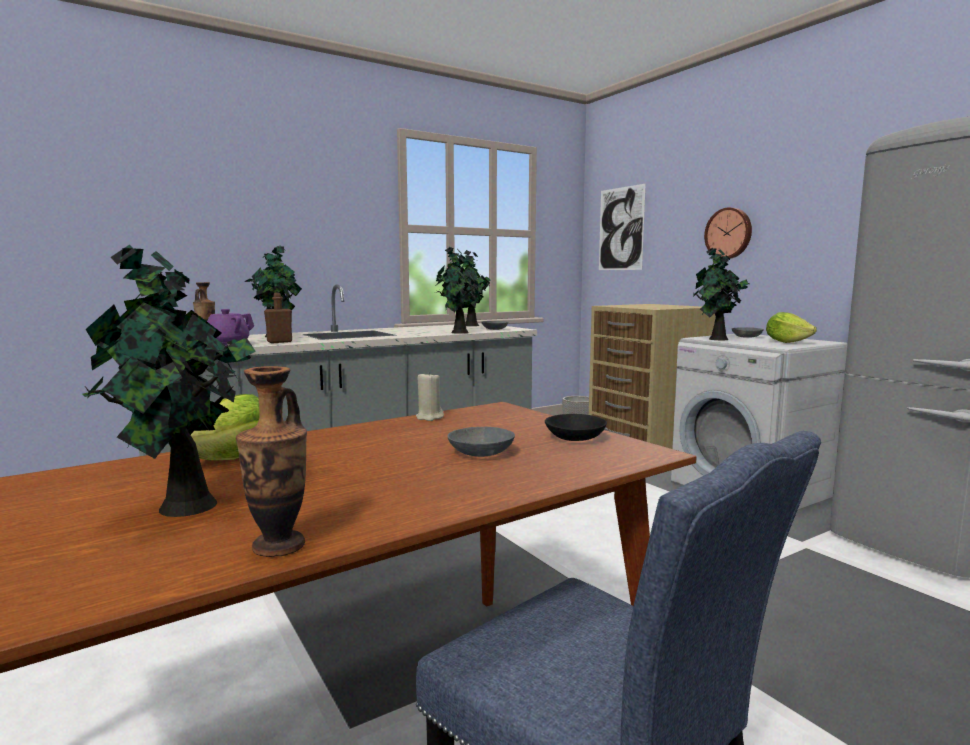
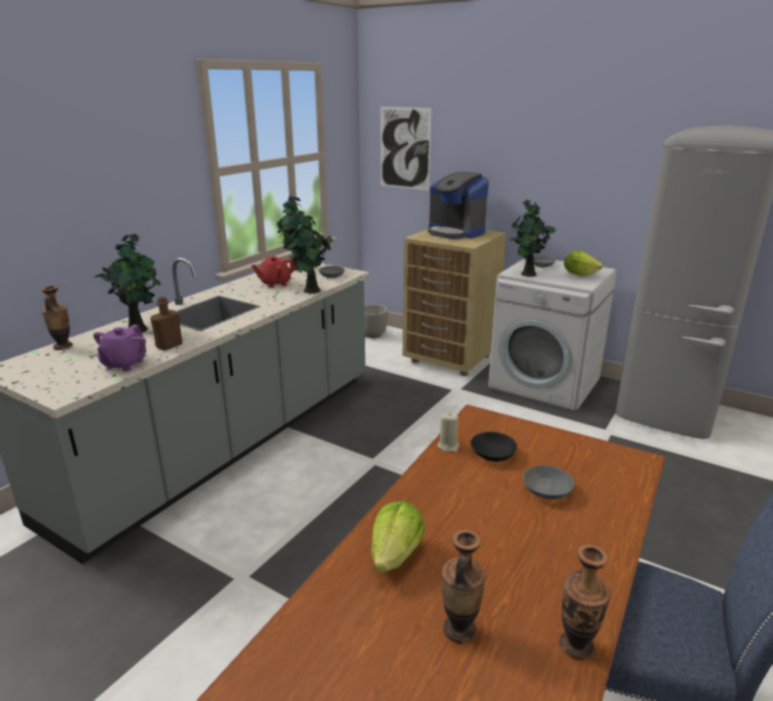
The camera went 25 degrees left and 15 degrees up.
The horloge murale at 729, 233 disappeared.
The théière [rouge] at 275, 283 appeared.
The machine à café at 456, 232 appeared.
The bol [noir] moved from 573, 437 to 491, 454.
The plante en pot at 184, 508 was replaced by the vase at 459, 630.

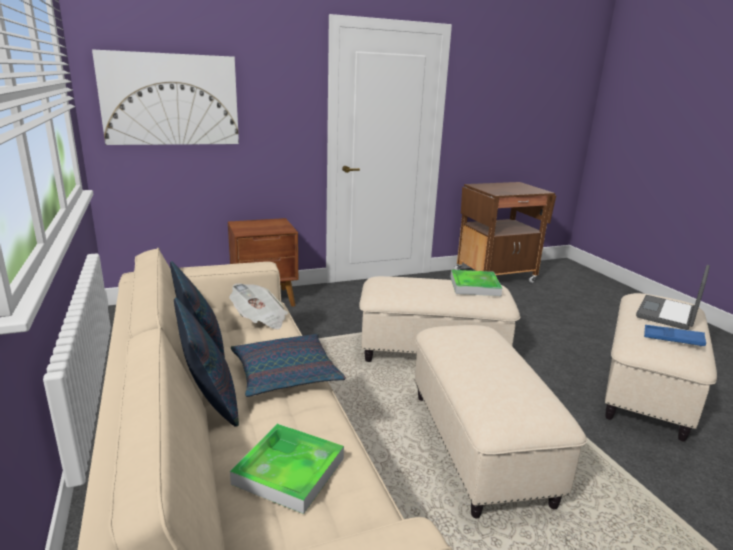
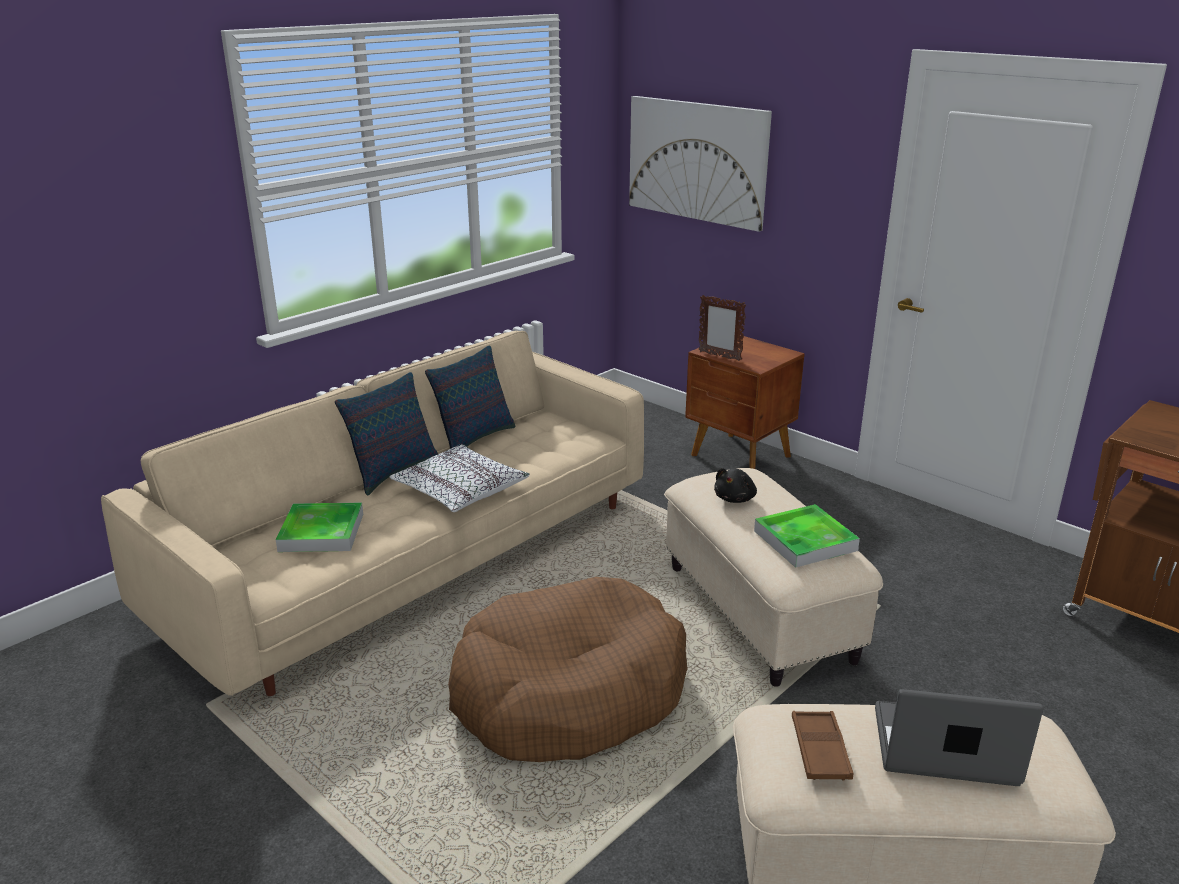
The camera went 65 degrees right and 5 degrees up.
The journal at 260, 319 disappeared.
The cadre photo at 719, 356 appeared.
The peluche [noir] at 735, 498 appeared.
The pouf [beige] at 476, 446 was replaced by the panier pour chien [marron] at 568, 693.
The coussin [bleu] at 286, 375 became the coussin [blanc] at 460, 490.
The plateau [bleu] at 672, 339 became the plateau [marron] at 820, 750.

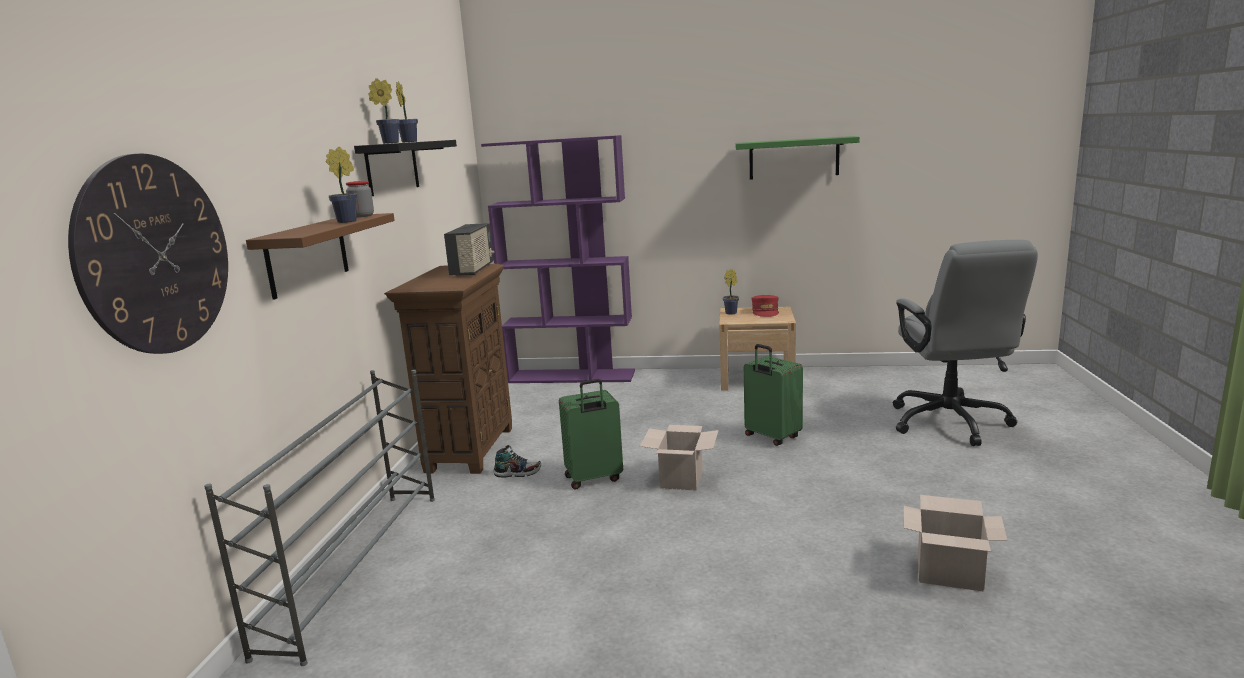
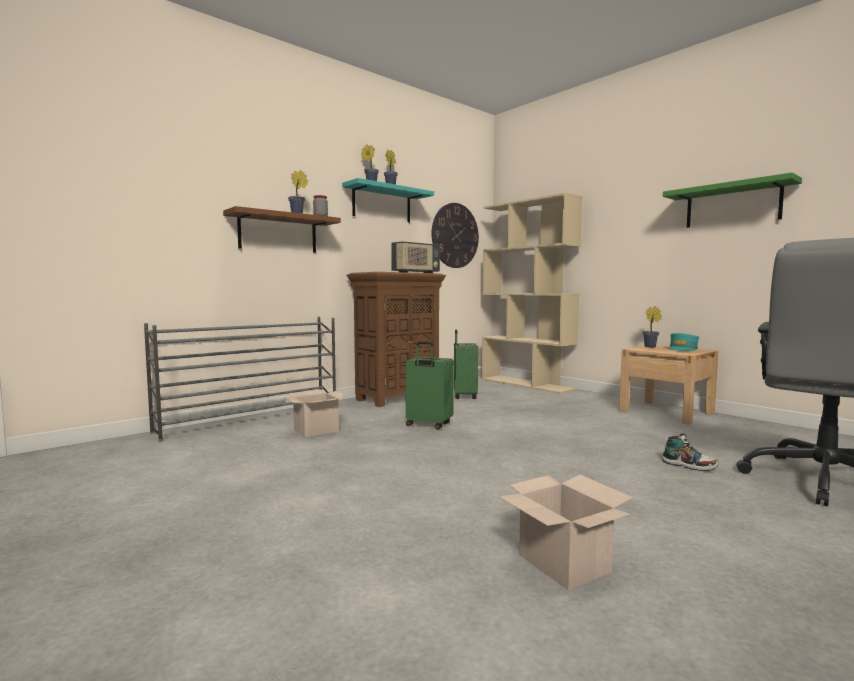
The camera went 40 degrees right and 10 degrees down.
The horloge murale moved from 155, 255 to 455, 235.
The chaussure moved from 518, 473 to 689, 466.
The carton moved from 681, 478 to 317, 430.
The valise [vert] moved from 771, 437 to 464, 396.
The étagère [noir] at 392, 167 became the étagère [turquoise] at 382, 204.
The bibliothèque [violet] at 572, 376 became the bibliothèque [beige] at 527, 384.
The casquette [rouge] at 765, 312 became the casquette [turquoise] at 682, 349.

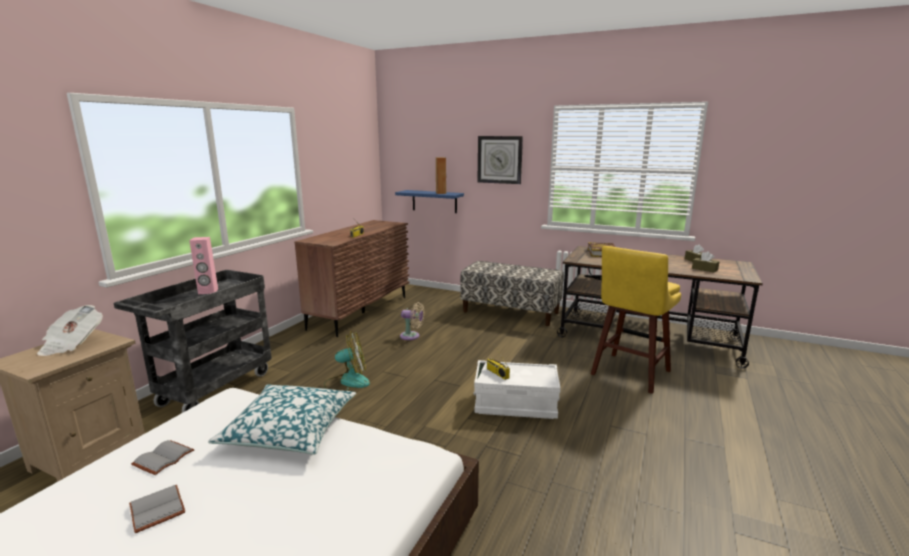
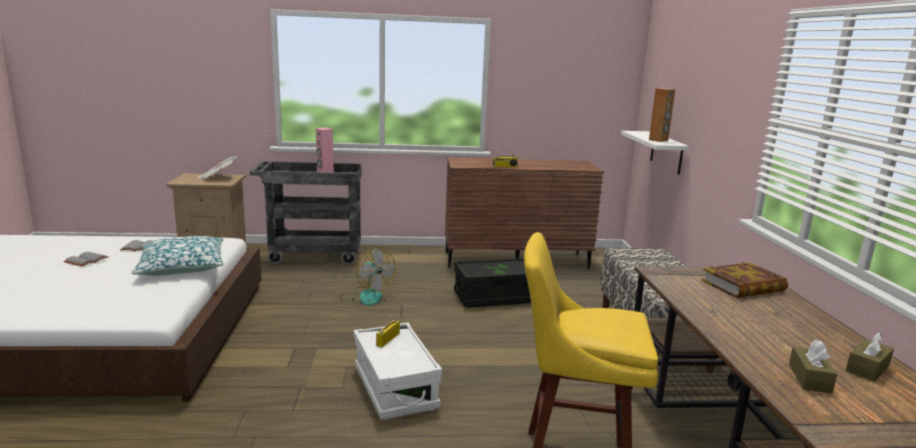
The camera went 60 degrees right and 0 degrees up.
The horloge murale at 499, 159 disappeared.
The ventilateur [beige] at 412, 336 was replaced by the boîte de rangement [noir] at 494, 297.
The étagère [bleu] at 434, 201 became the étagère [blanc] at 666, 152.

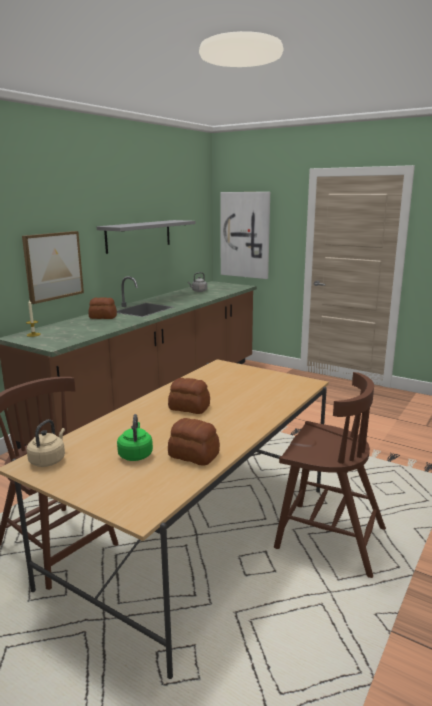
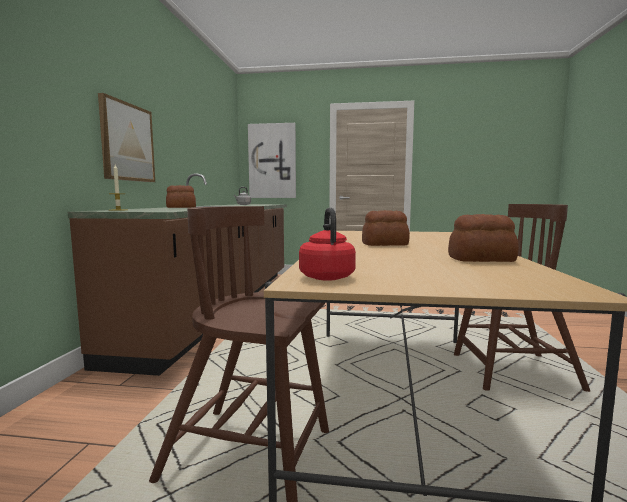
The camera went 25 degrees left and 10 degrees down.
The étagère [gris] at 139, 235 disappeared.
The bouilloire [vert] at 135, 454 disappeared.
The bouilloire [beige] at 48, 460 became the bouilloire [rouge] at 326, 277.

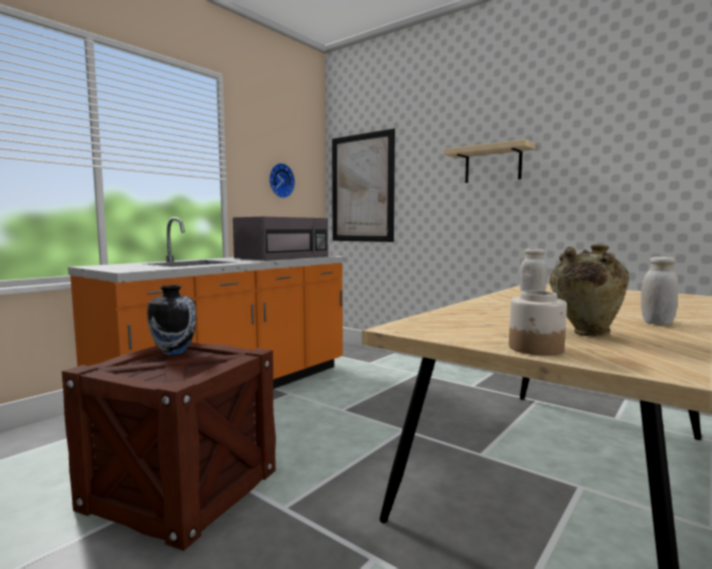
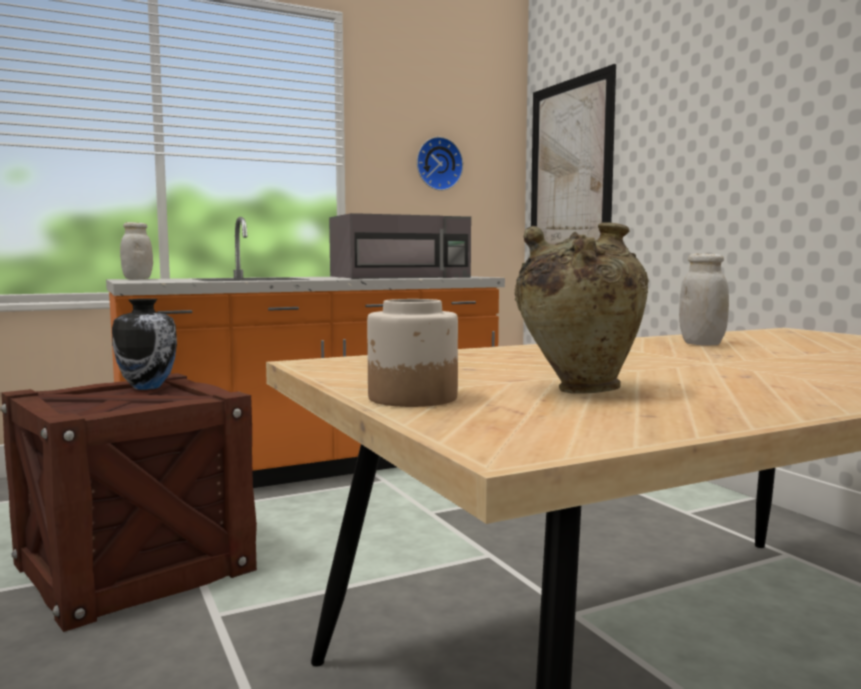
The camera went 25 degrees right and 0 degrees up.
The étagère [beige] at 493, 164 disappeared.
The bocal [blanc] moved from 656, 323 to 137, 279.

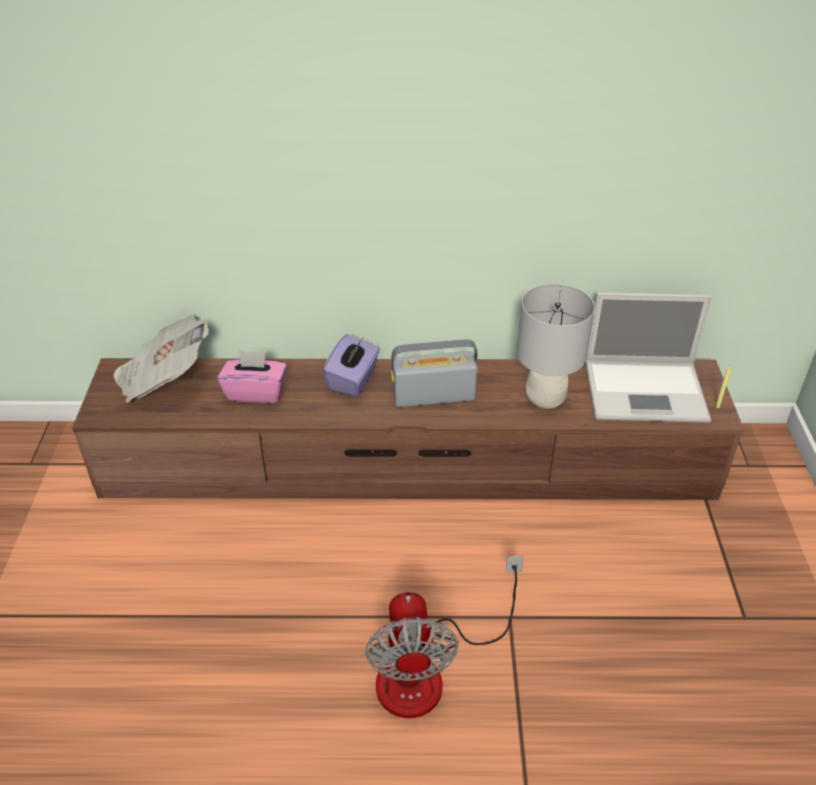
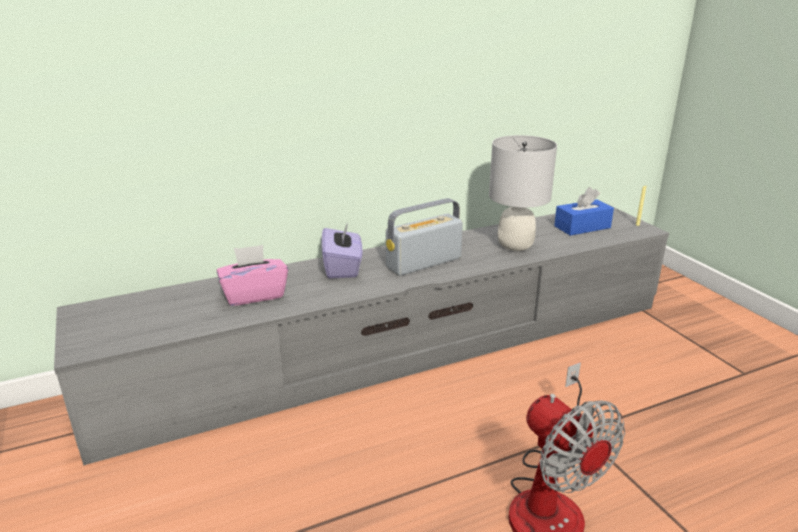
The camera went 25 degrees left and 15 degrees down.
The journal at 163, 379 disappeared.
The ordinateur portable at 647, 391 was replaced by the boîte à mouchoirs [bleu] at 582, 227.
The meuble télé [marron] at 408, 463 became the meuble télé [gris] at 398, 347.

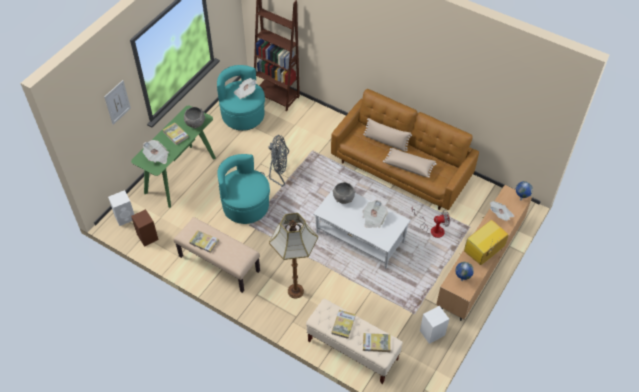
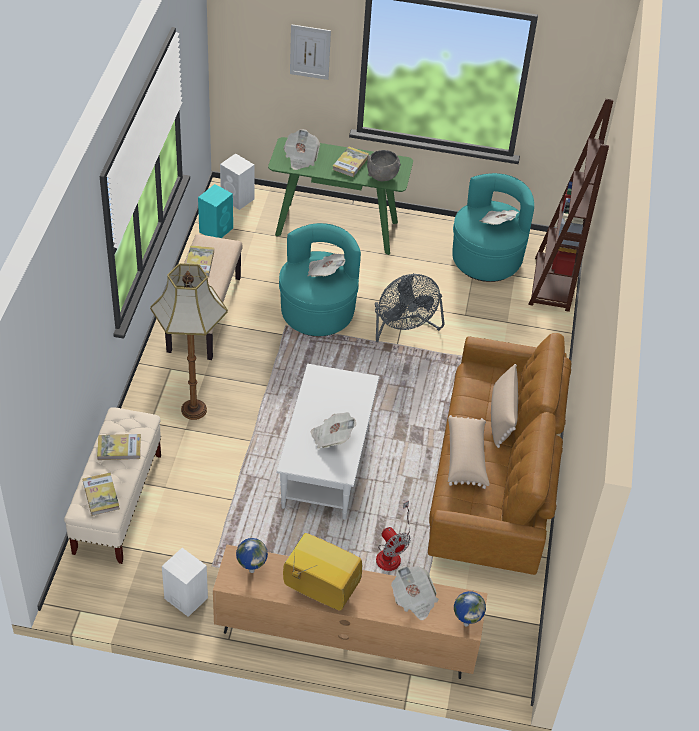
The camera went 65 degrees right and 5 degrees down.
The bol [gris] at 343, 198 disappeared.
The journal at 324, 272 appeared.
The enceinte [marron] at 147, 236 became the enceinte [turquoise] at 216, 229.

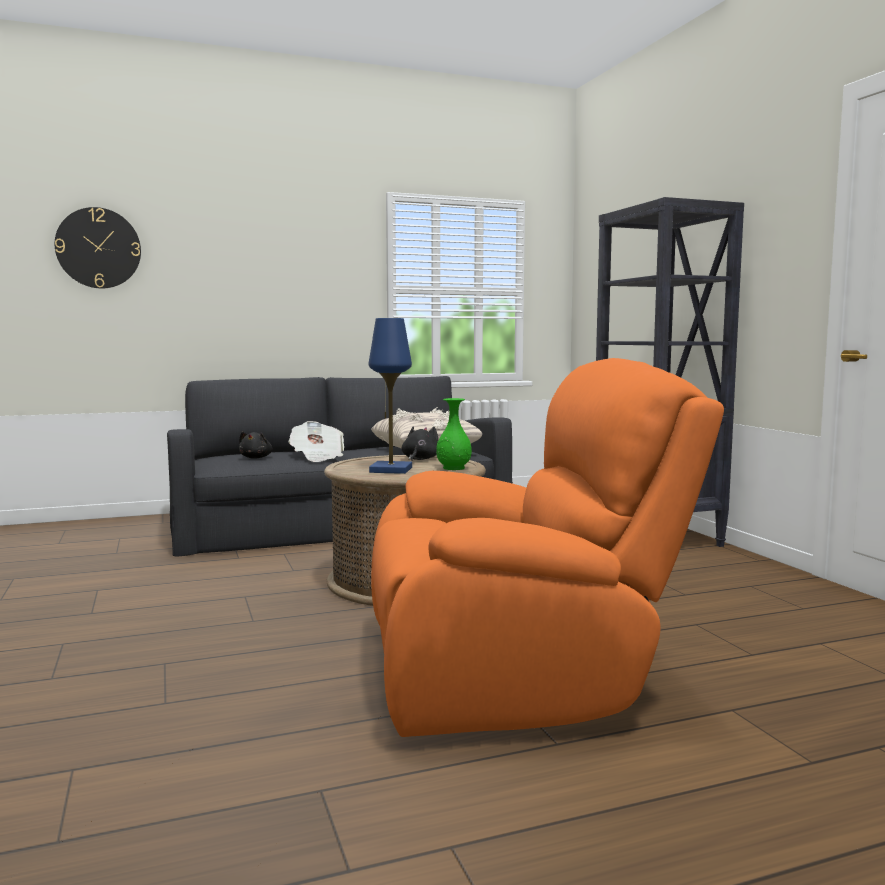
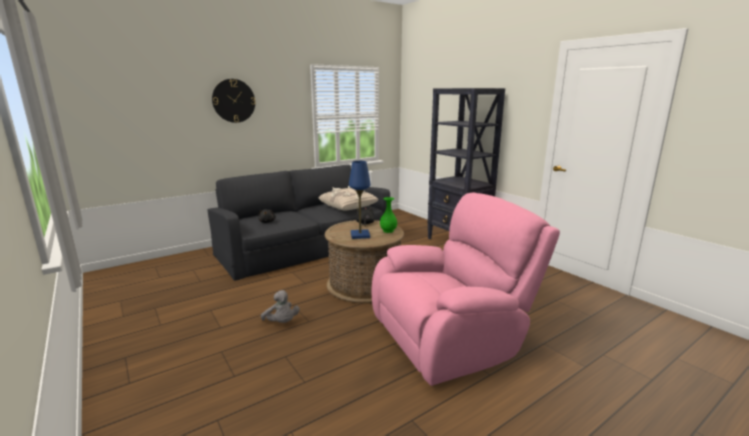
The camera went 15 degrees left and 10 degrees up.
The journal at 317, 457 disappeared.
The peluche [gris] at 281, 322 appeared.
The horloge murale moved from 98, 248 to 233, 101.
The fauteuil [orange] at 514, 675 became the fauteuil [rose] at 449, 338.

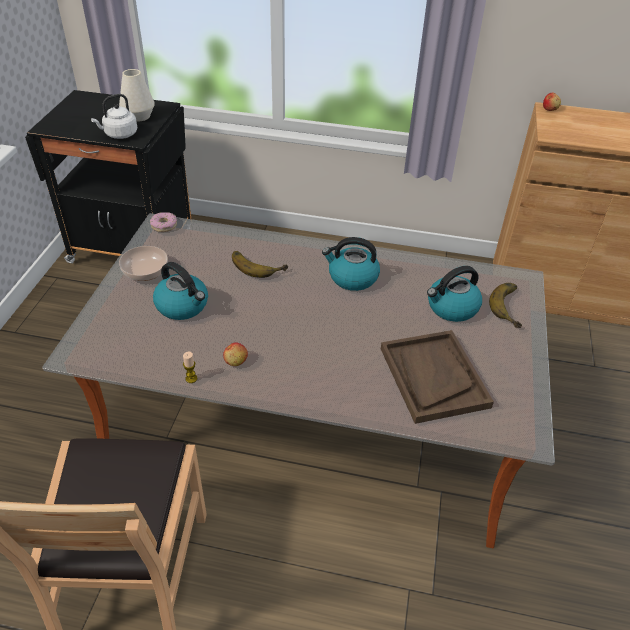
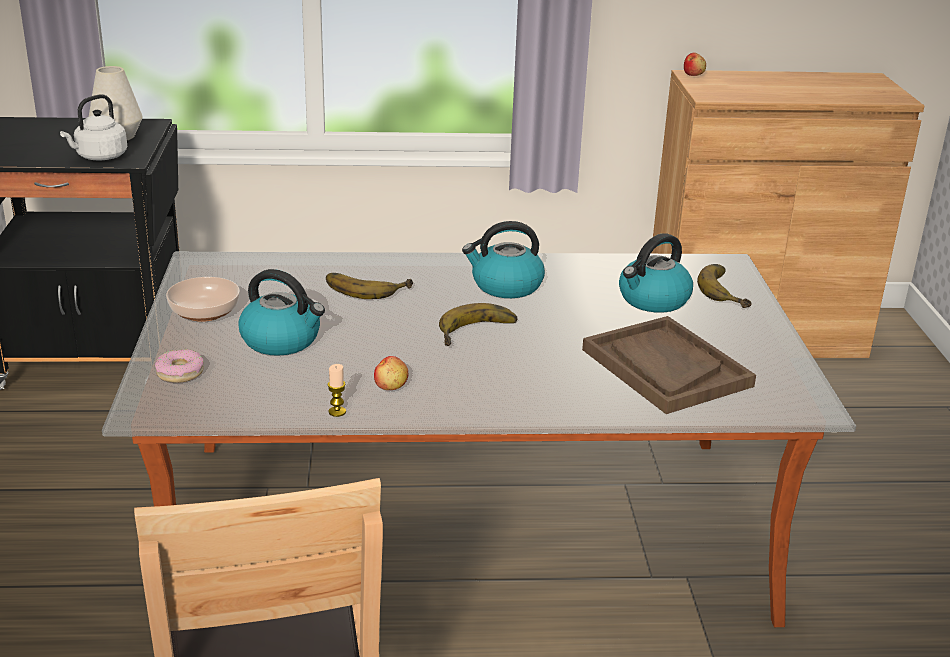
The camera went 15 degrees left and 15 degrees down.
The banane at 479, 333 appeared.
The beignet moved from 164, 225 to 180, 373.

